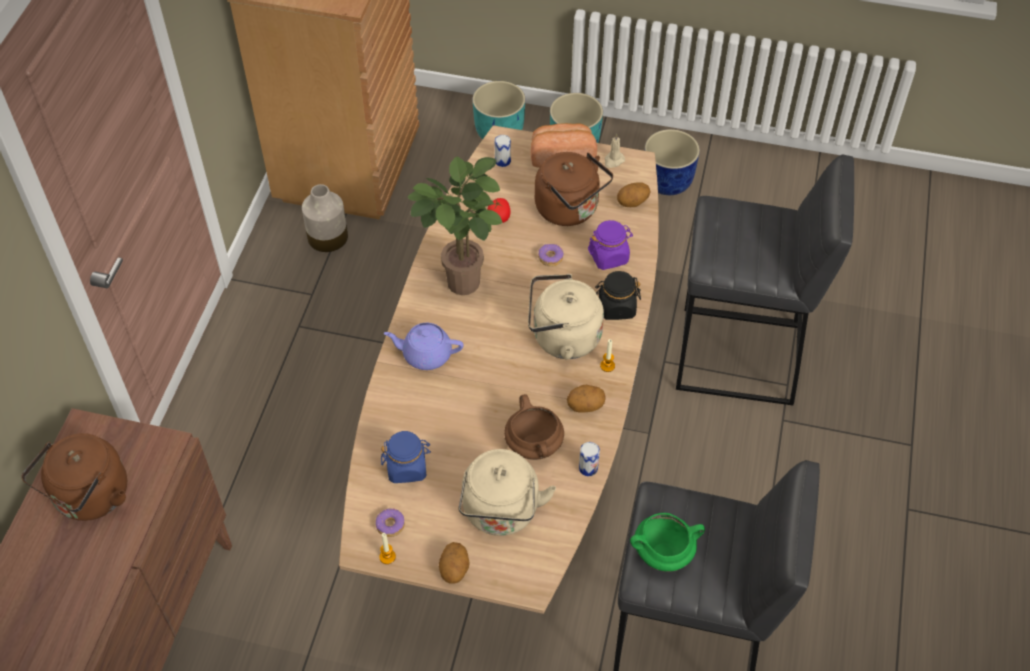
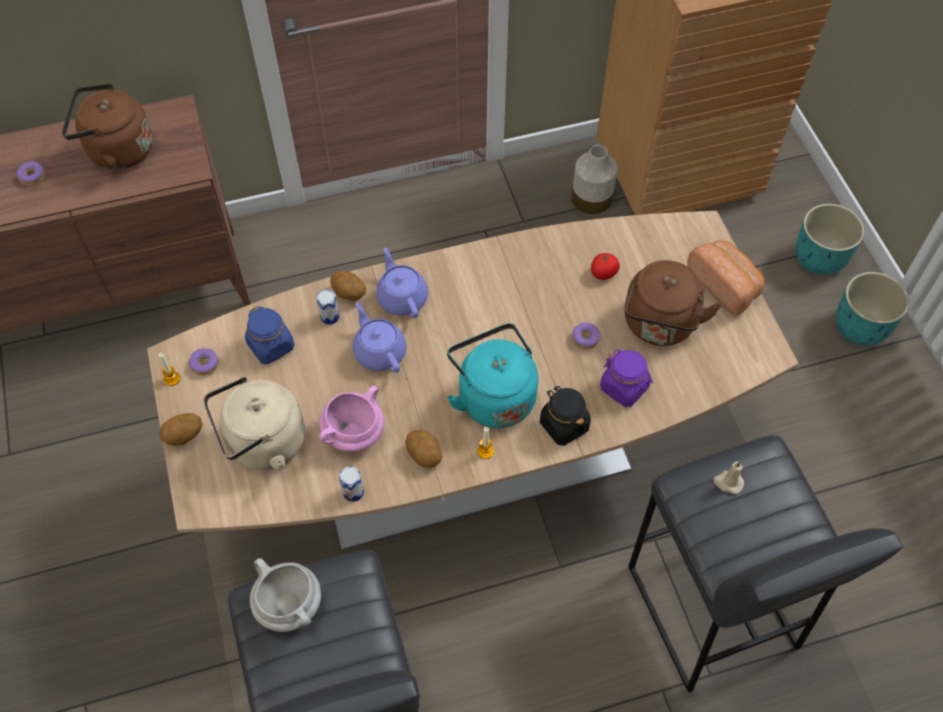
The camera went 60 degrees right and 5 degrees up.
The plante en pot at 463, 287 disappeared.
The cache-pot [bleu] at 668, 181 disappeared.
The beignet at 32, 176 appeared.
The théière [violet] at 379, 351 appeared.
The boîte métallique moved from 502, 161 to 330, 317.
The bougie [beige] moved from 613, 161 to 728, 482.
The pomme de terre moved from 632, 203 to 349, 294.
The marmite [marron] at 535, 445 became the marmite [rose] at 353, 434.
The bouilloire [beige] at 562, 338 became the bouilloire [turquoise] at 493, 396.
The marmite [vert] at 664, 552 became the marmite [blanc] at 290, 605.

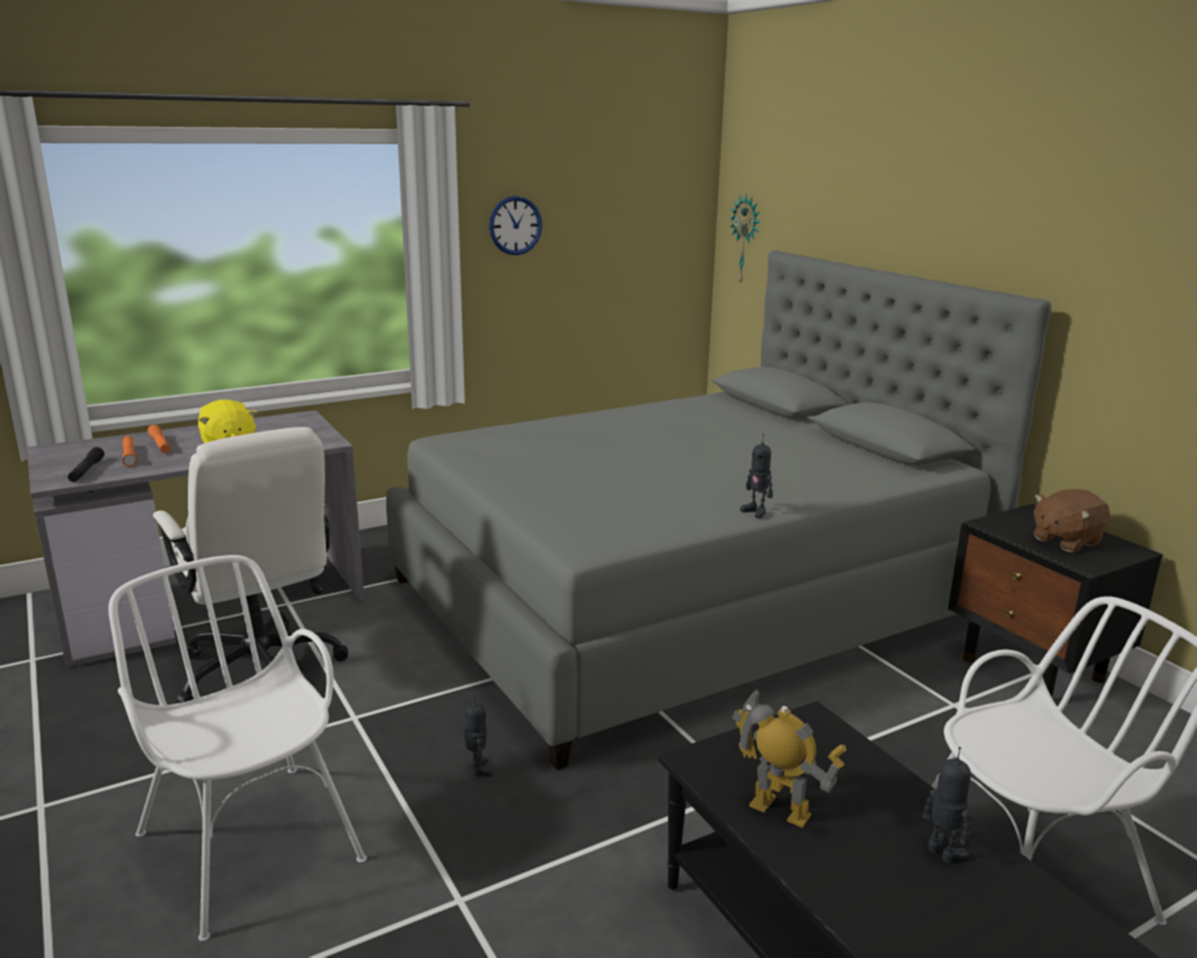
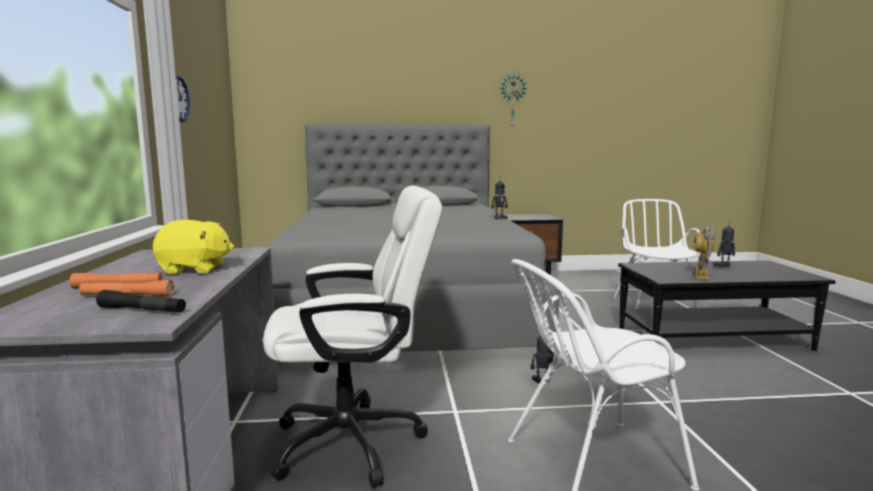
The camera went 65 degrees left and 10 degrees down.
The peluche [marron] at 1065, 541 disappeared.
The horloge murale moved from 746, 240 to 512, 100.
The robot jouet at 779, 810 turned 45 degrees counterclockwise.

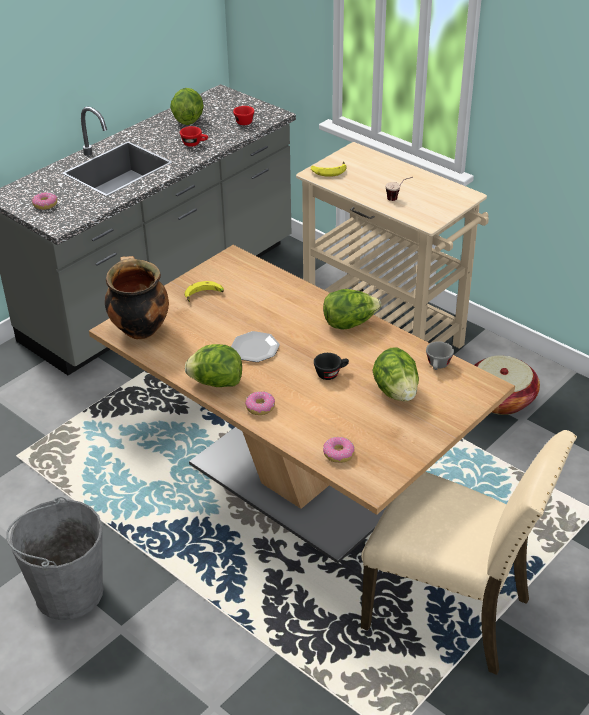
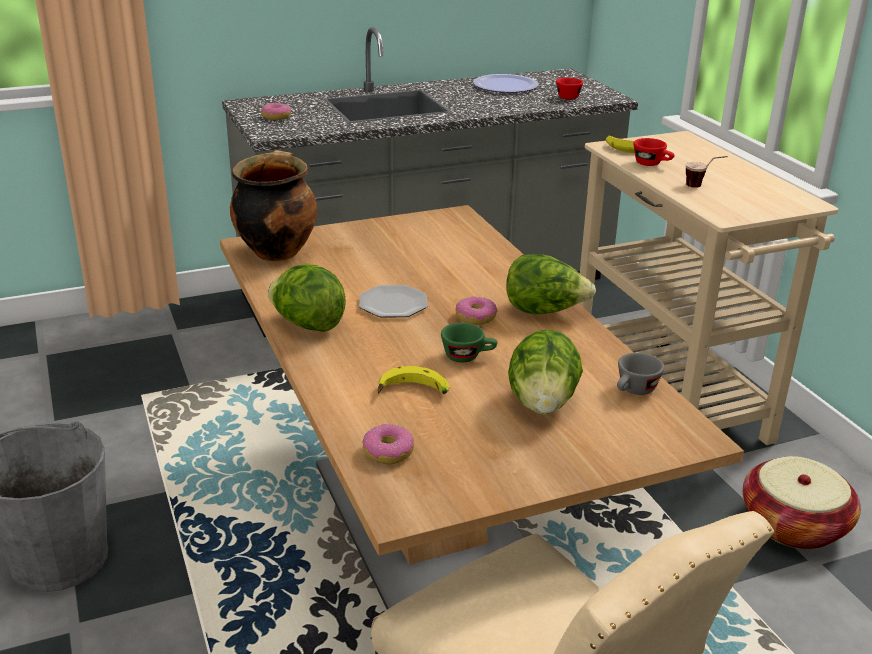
The camera went 25 degrees right and 10 degrees down.
The tasse [rouge] moved from 194, 144 to 652, 164.
The banane moved from 204, 296 to 412, 393.
The beignet moved from 260, 407 to 475, 317.
The laitue at 187, 120 was replaced by the assiette at 505, 86.
The tasse [noir] at 331, 373 became the tasse [vert] at 468, 356.

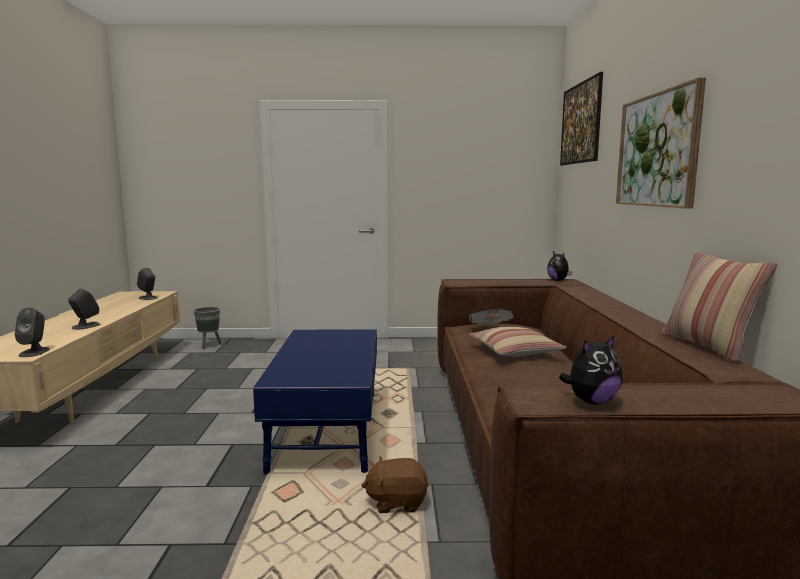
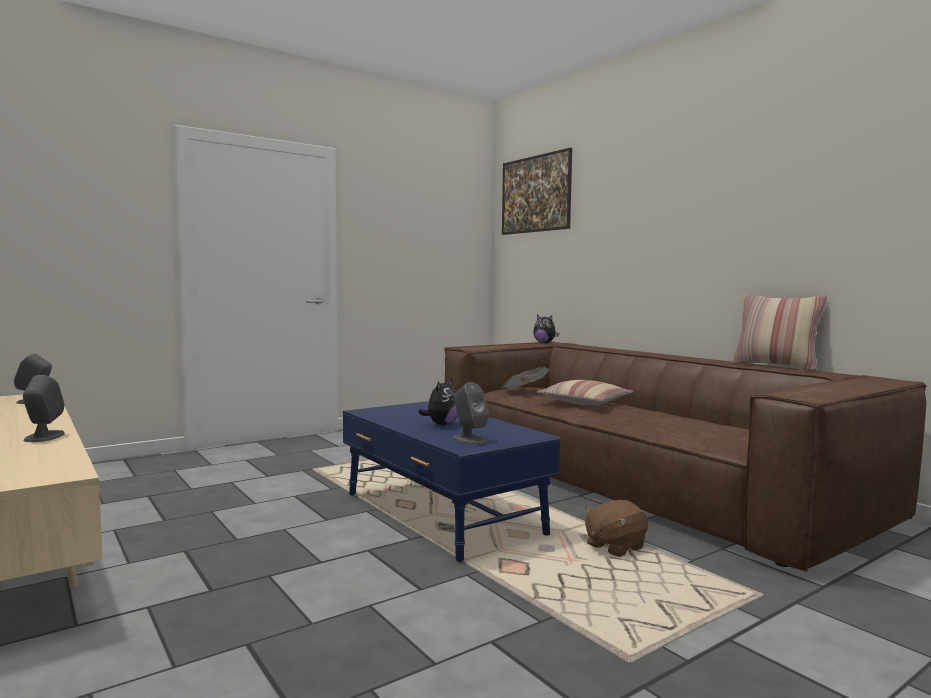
The camera went 35 degrees left and 5 degrees down.
The cache-pot [gris] at 209, 345 disappeared.
The tableau at 657, 150 disappeared.
The enceinte [gris] moved from 34, 352 to 469, 439.
The peluche moved from 591, 401 to 441, 424.

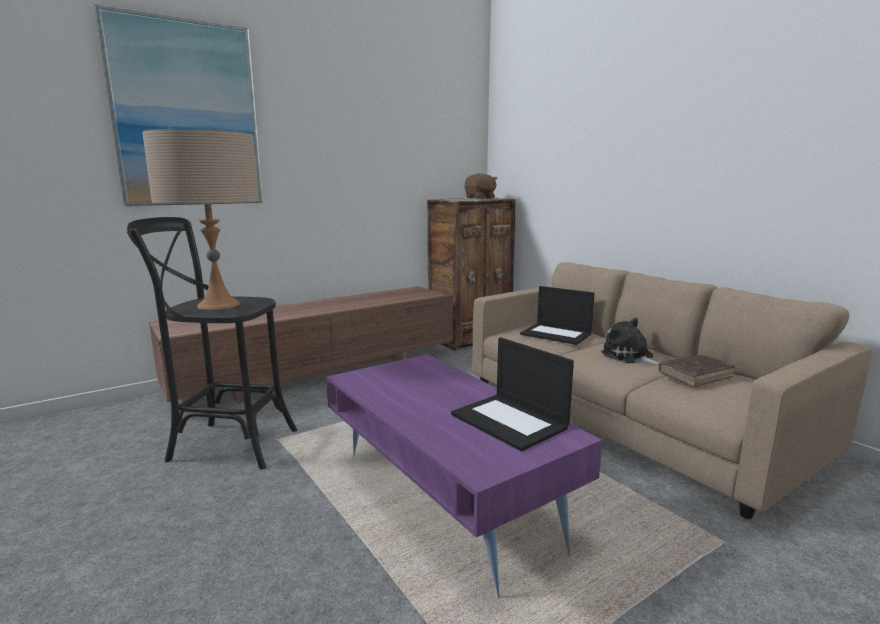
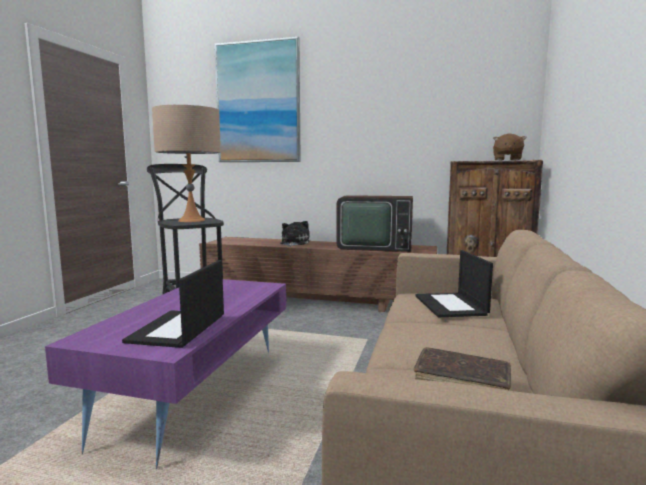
The camera went 50 degrees right and 5 degrees down.
The téléviseur at 373, 247 appeared.
The peluche moved from 629, 356 to 293, 243.

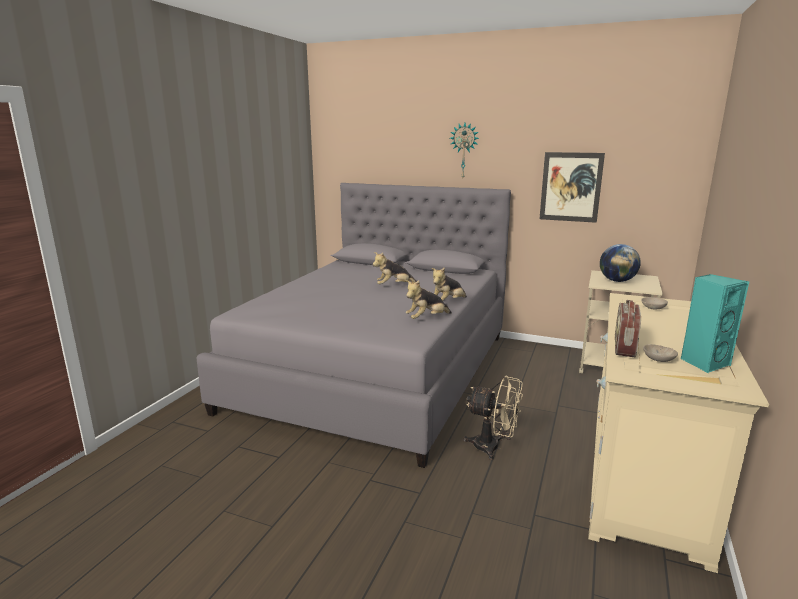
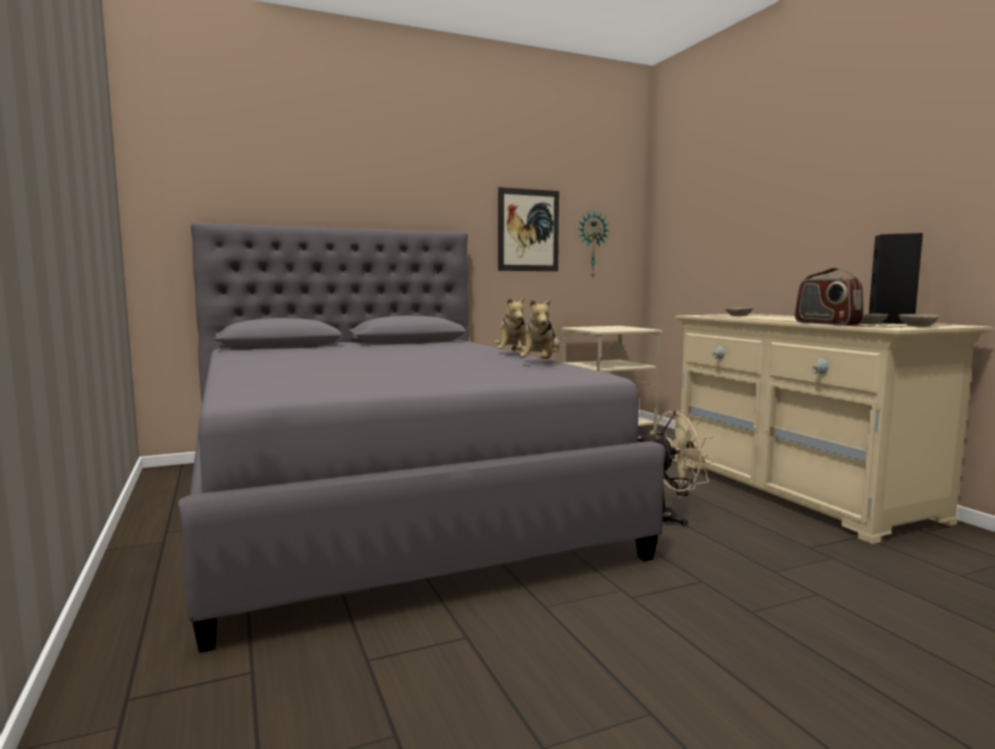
The camera went 45 degrees left and 10 degrees down.
The peluche at 394, 286 disappeared.
The globe at 617, 281 disappeared.
The bol [beige] at 916, 326 appeared.
The horloge murale moved from 464, 151 to 591, 244.
The enceinte [turquoise] at 704, 363 became the enceinte [noir] at 890, 322.

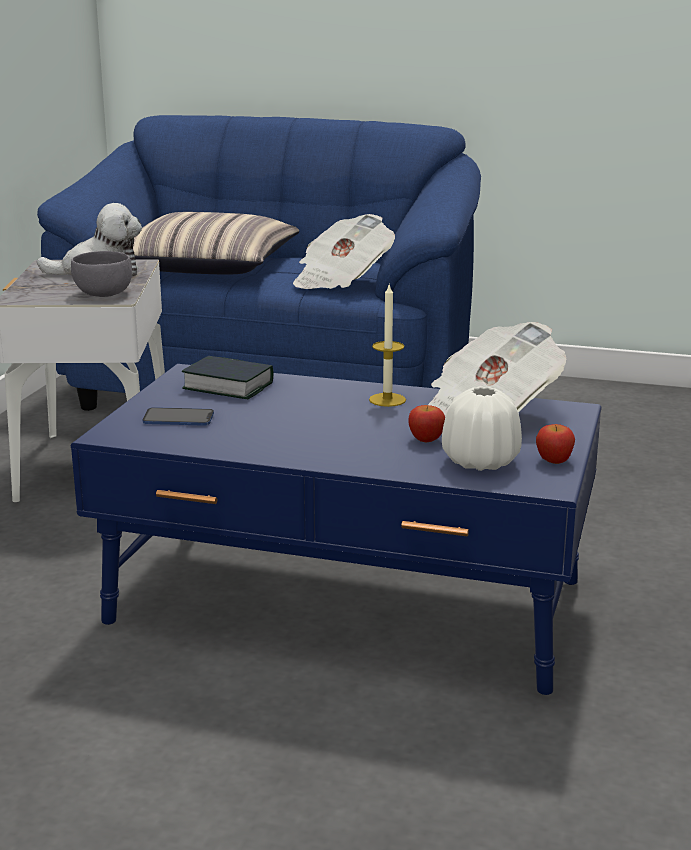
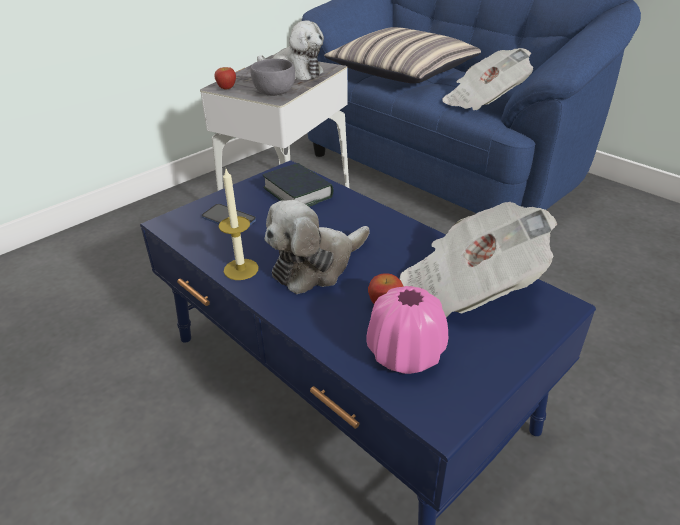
The camera went 30 degrees right and 15 degrees up.
The peluche at 316, 266 appeared.
The bougie moved from 387, 400 to 241, 269.
The pomme moved from 554, 460 to 226, 88.
The vase [blanc] at 480, 462 became the vase [rose] at 405, 354.

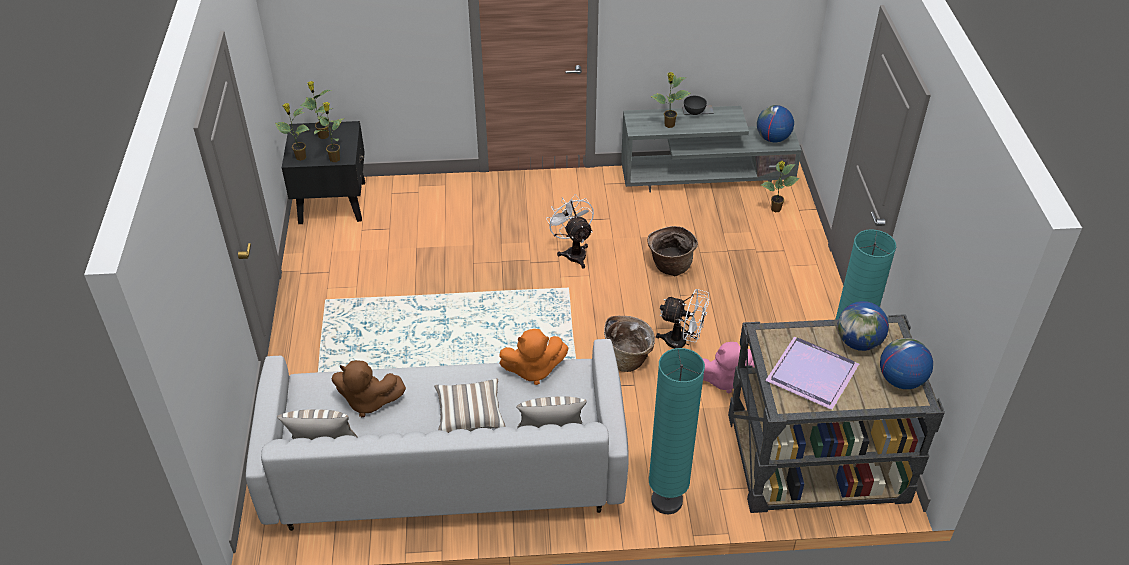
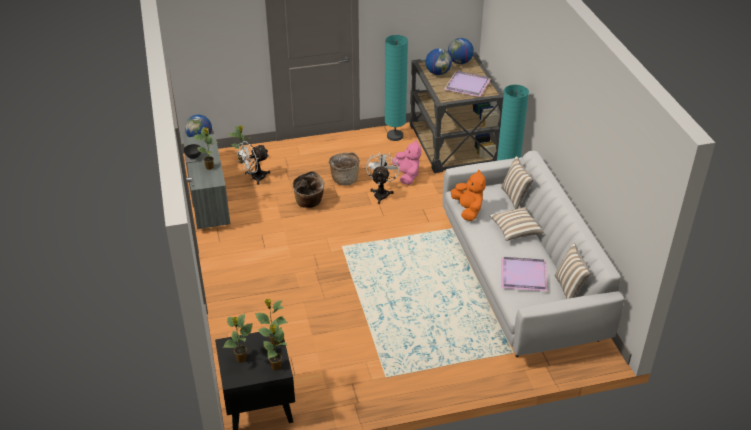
The camera went 100 degrees left and 5 degrees down.
The ventilateur [blanc] moved from 573, 252 to 254, 178.
The panier moved from 628, 359 to 344, 179.
The peluche [marron] at 368, 401 was replaced by the plateau [violet] at 524, 276.

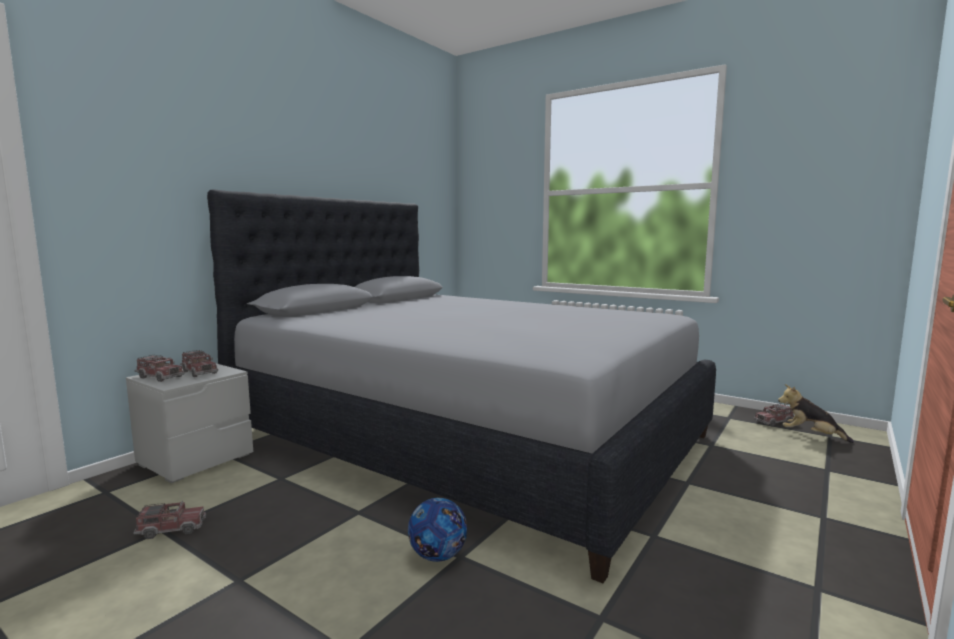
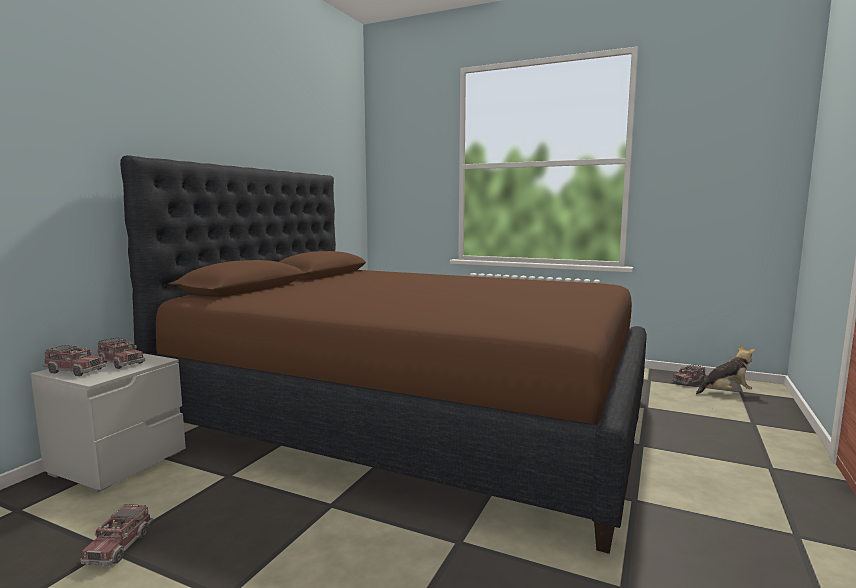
The camera went 10 degrees left and 0 degrees up.
The ballon de foot at 438, 556 disappeared.
The lit [gris] at 466, 435 became the lit [marron] at 411, 413.
The camion jouet at 171, 529 turned 120 degrees clockwise.
The peluche at 810, 435 turned 150 degrees clockwise.

